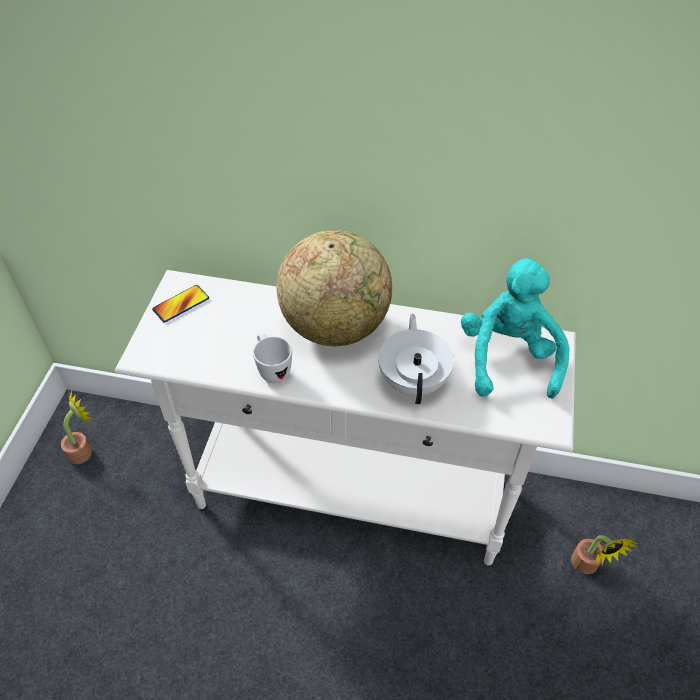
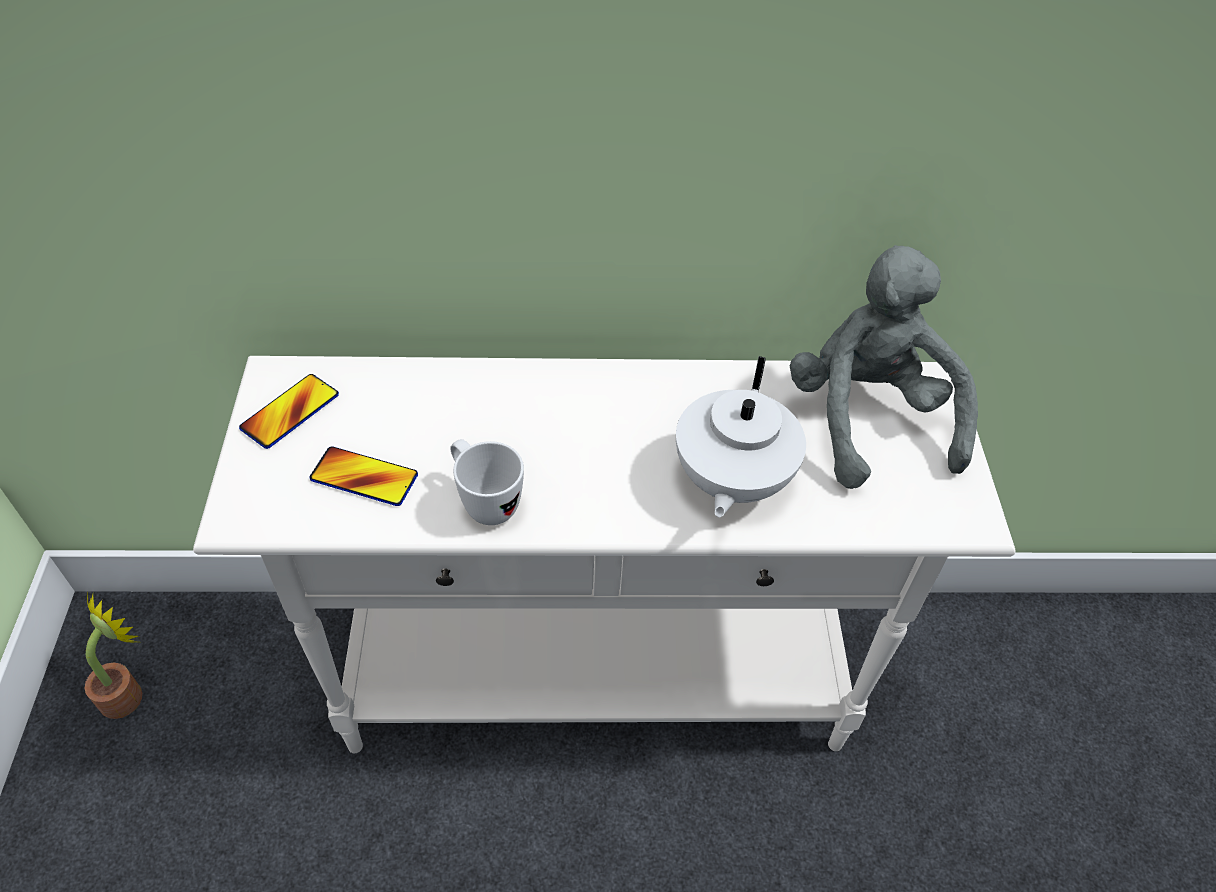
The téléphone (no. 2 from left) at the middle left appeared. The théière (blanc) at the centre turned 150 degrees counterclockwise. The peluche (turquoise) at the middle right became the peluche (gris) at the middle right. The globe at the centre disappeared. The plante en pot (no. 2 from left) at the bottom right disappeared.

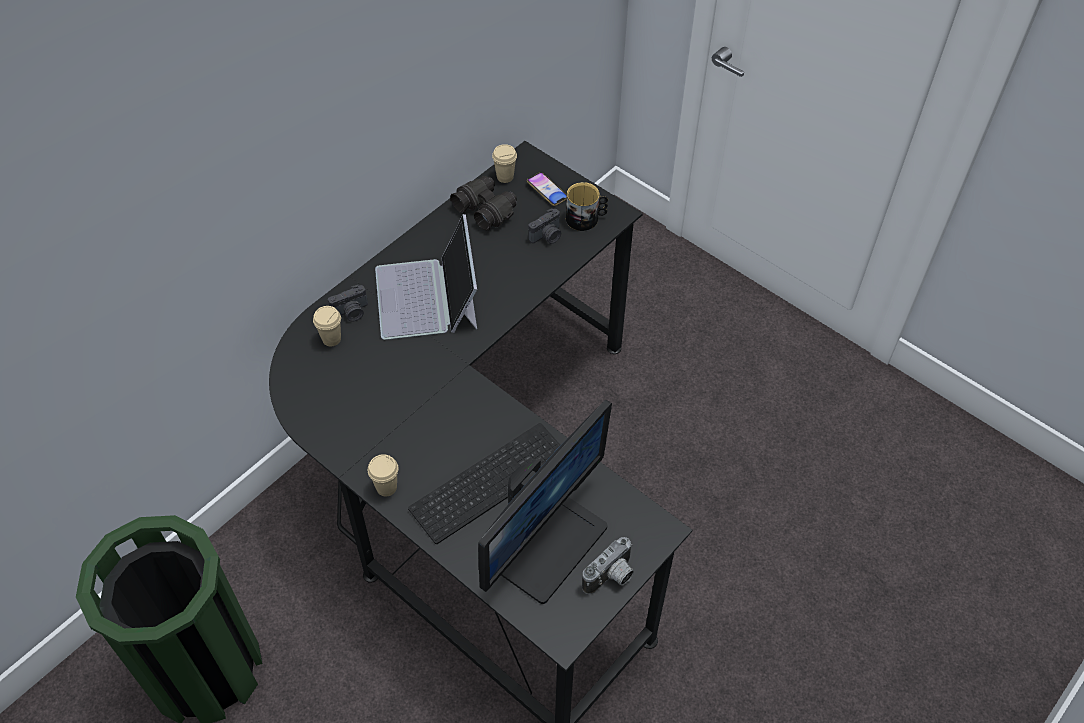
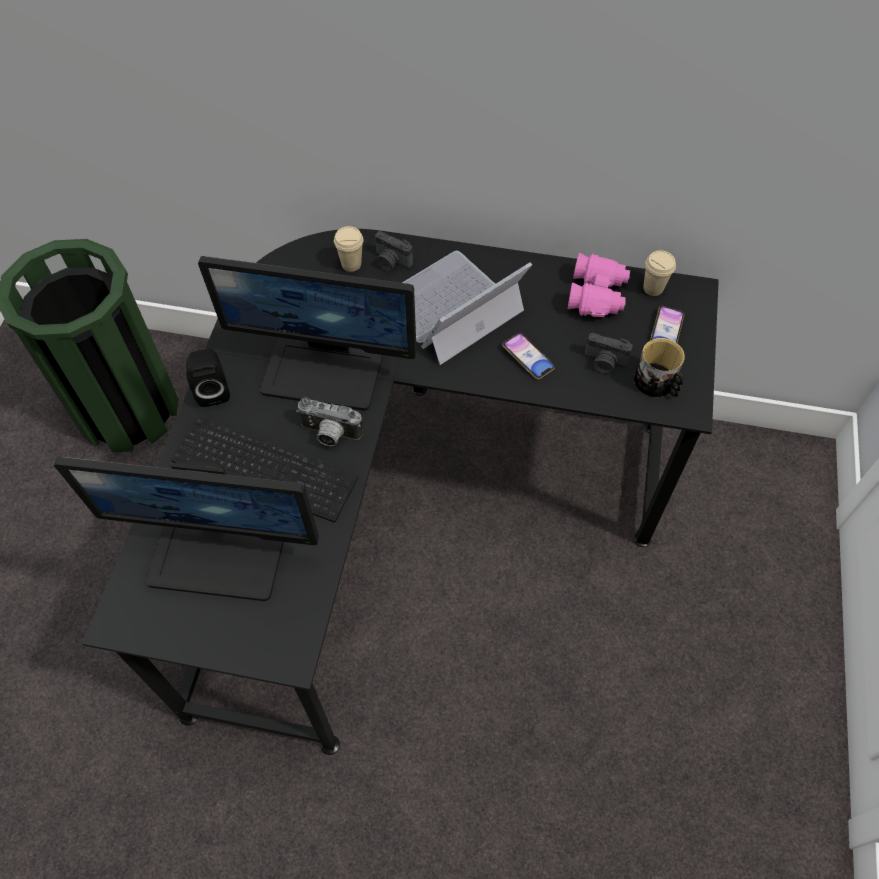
The tasse (beige) (no. 2 from left) at the centre was replaced by the enceinte (noir) at the middle left. The écran d'ordinateur (no. 2 from left) at the centre appeared. The appareil photo (no. 3 from left in the first image) moved from the bottom centre to the centre. The téléphone (no. 1 from left) at the centre appeared. The jumelles (noir) at the top centre became the jumelles (rose) at the top right.

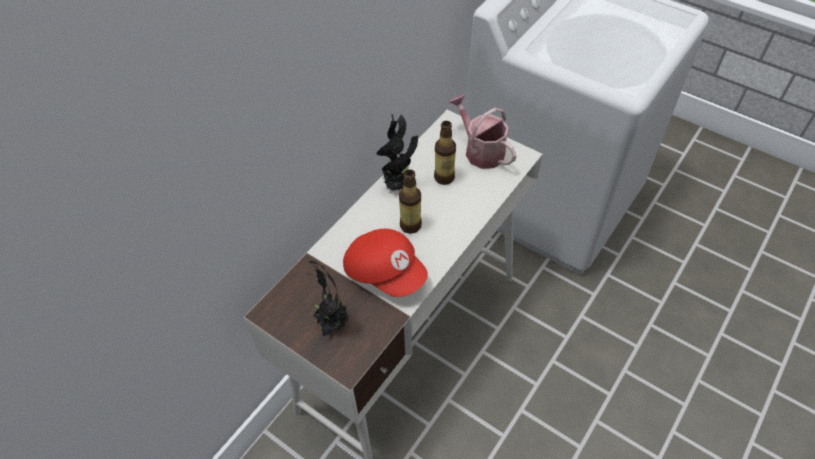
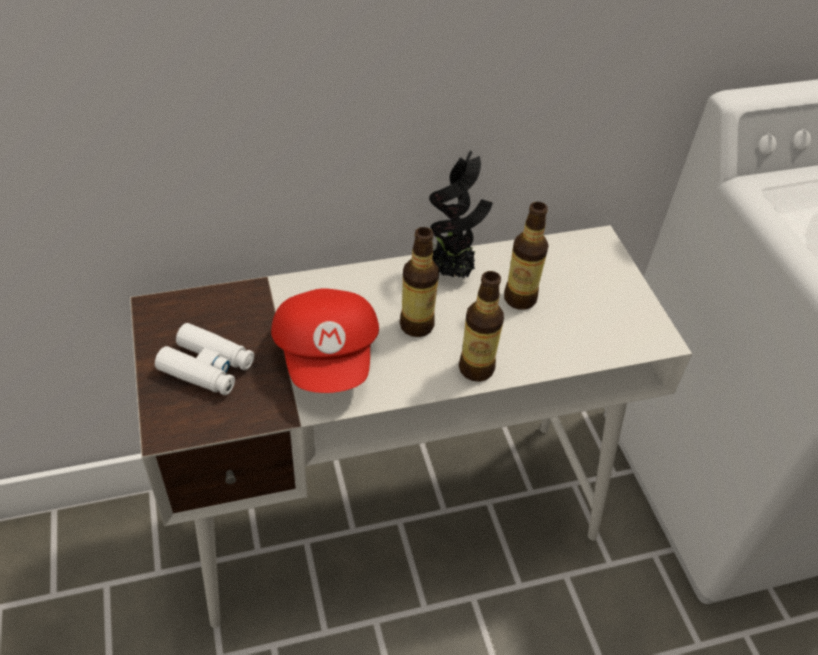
The plante en pot (no. 1 from left) at the centre was replaced by the jumelles (blanc) at the middle left. The bouteille (no. 2 from left) at the centre appeared. The arrosoir at the top centre disappeared.

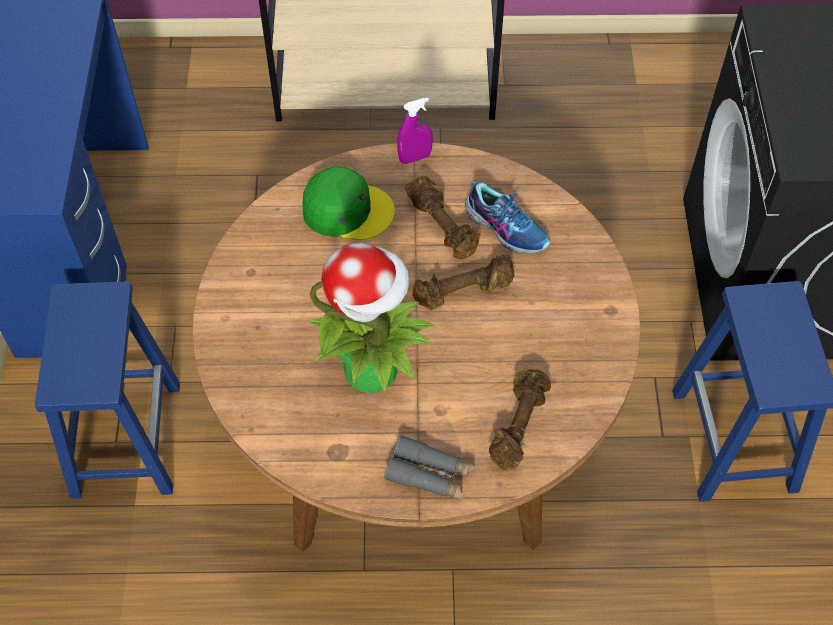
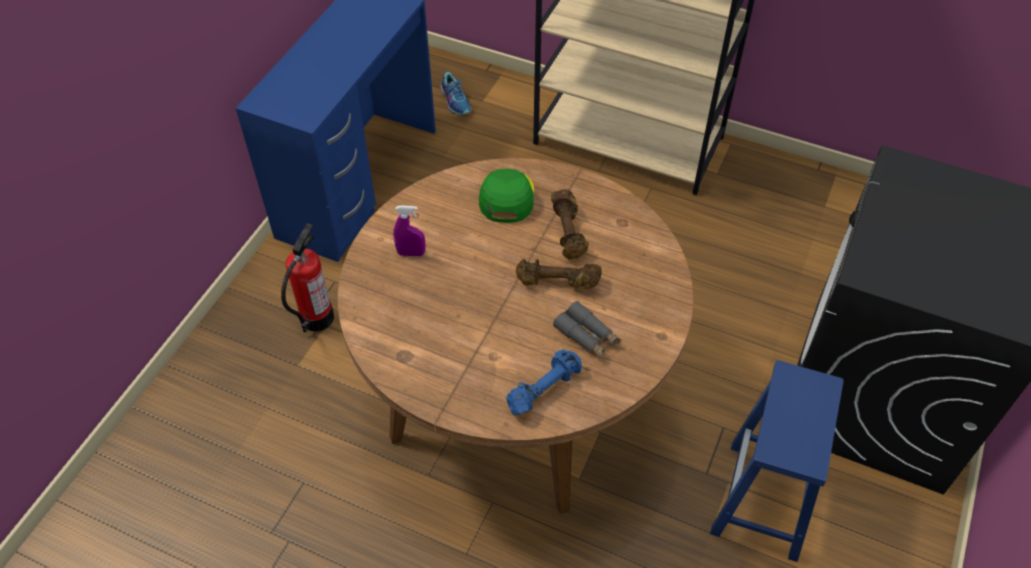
The tabouret (bleu) (no. 1 from left) at the middle left was replaced by the extincteur at the middle left. The vaporisateur (violet) moved from the top centre to the centre. The chaussure moved from the centre to the top centre. The casquette (vert) at the top centre turned 120 degrees counterclockwise. The haltère (marron) (no. 3 from left) at the bottom centre became the haltère (bleu) at the bottom centre. The jumelles (gris) moved from the bottom centre to the centre. The plante en pot at the centre disappeared.

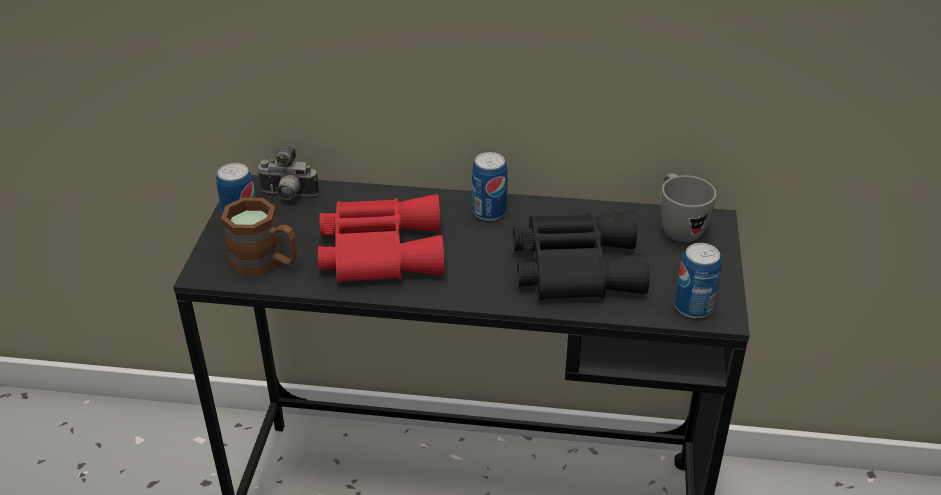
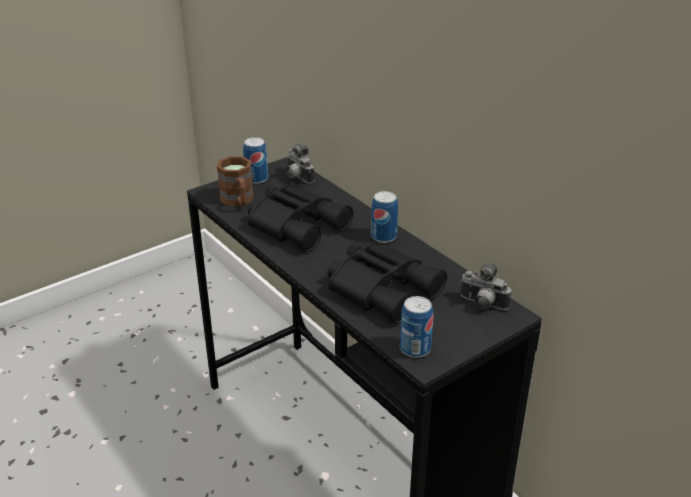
The jumelles (rouge) at the centre became the jumelles (noir) (no. 1 from left) at the centre. The mug (gris) at the middle right was replaced by the appareil photo (no. 2 from left) at the middle right.

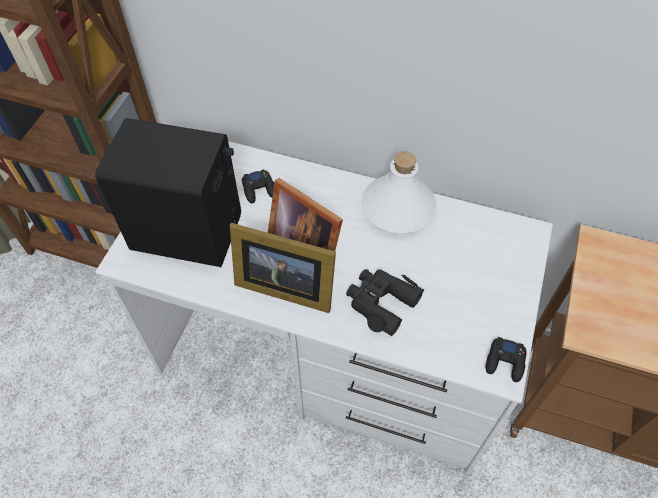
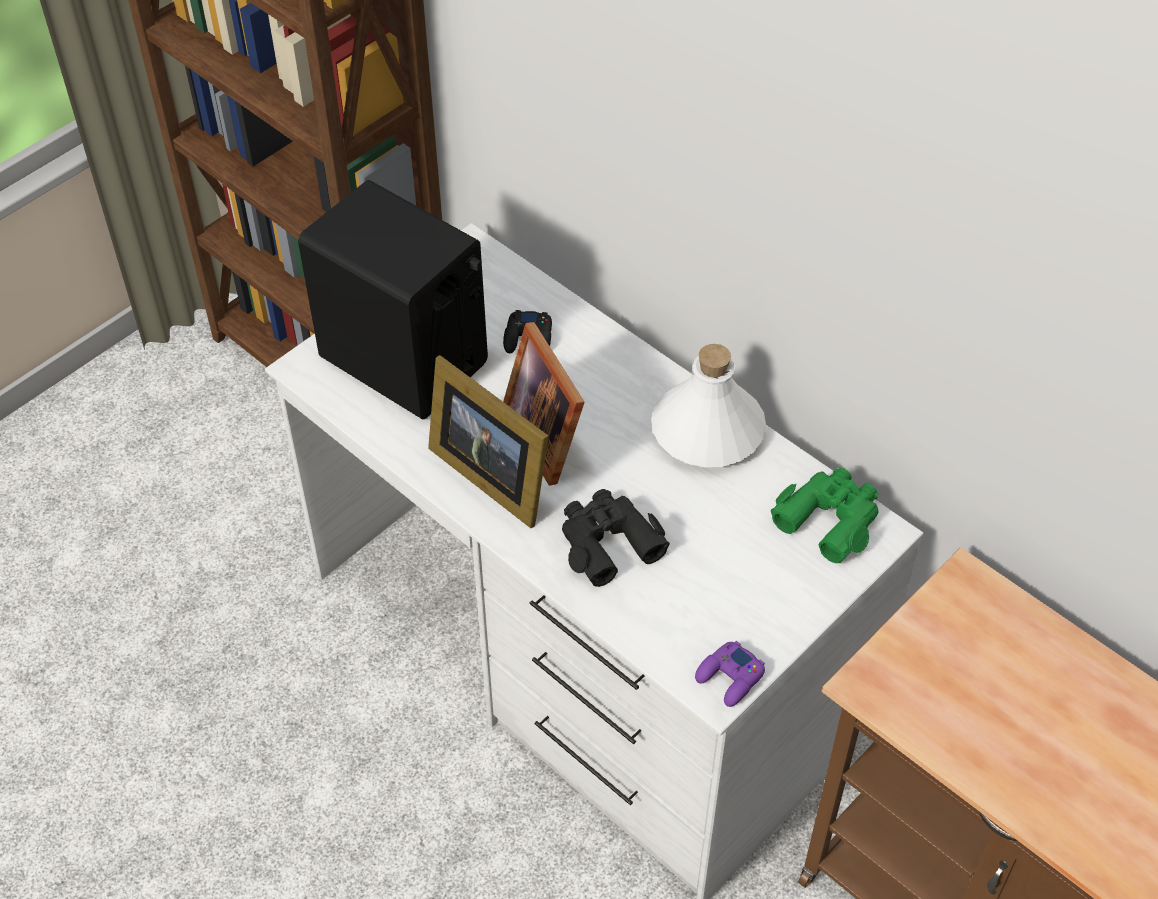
The manette (noir) (no. 2 from left) at the bottom right became the manette (violet) at the bottom centre. The jumelles (vert) at the middle right appeared.

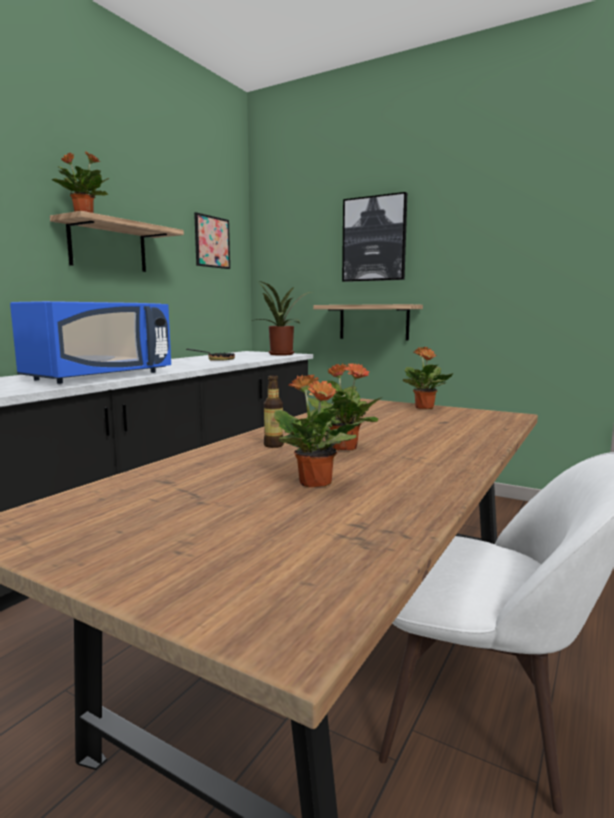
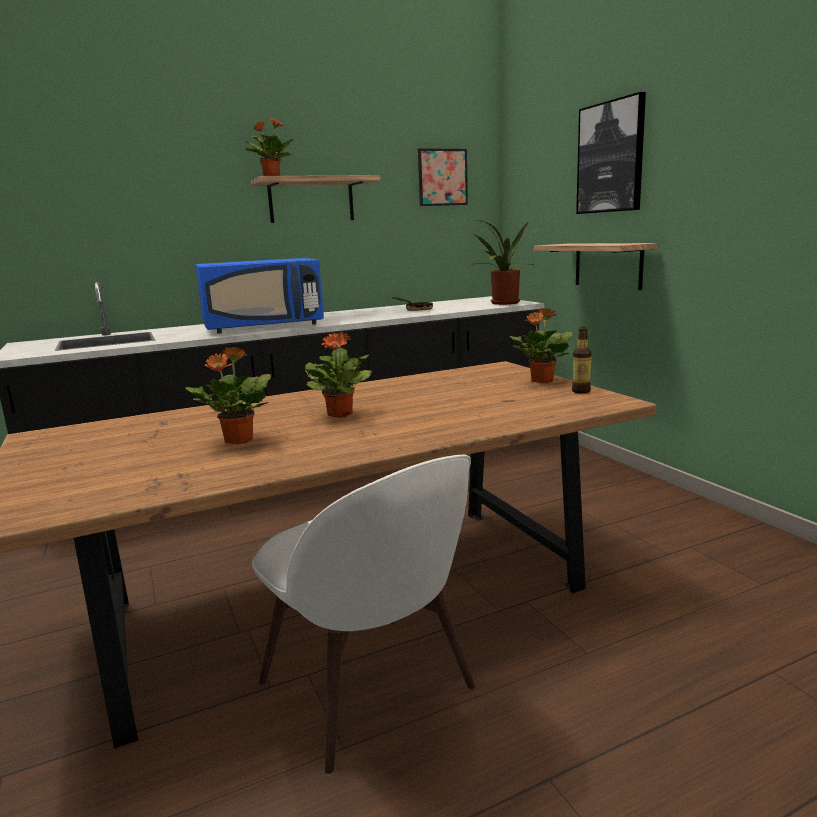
The bouteille moved from the centre to the middle right.

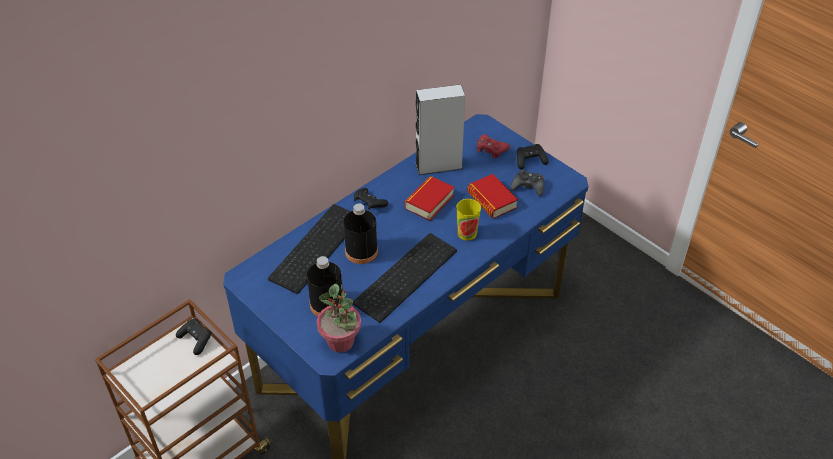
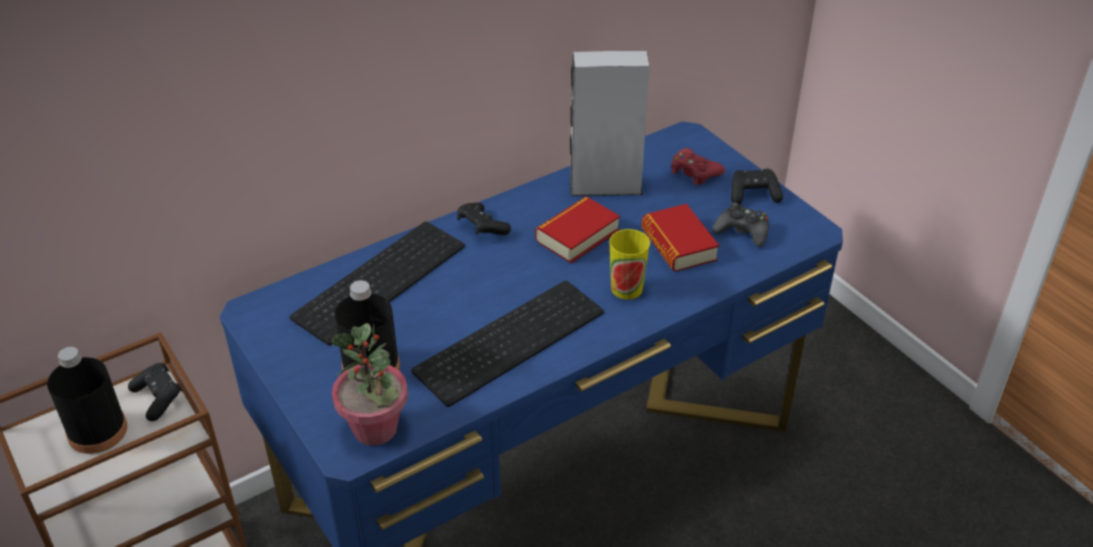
The bouteille (noir) (no. 2 from left in the first image) moved from the centre to the bottom left.

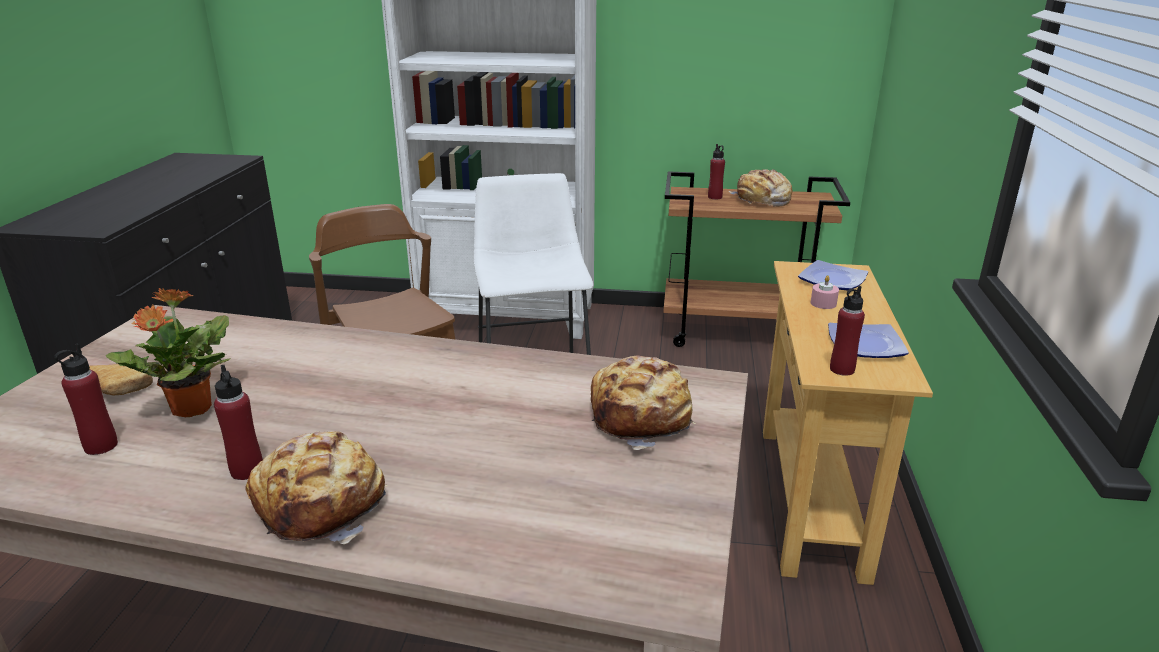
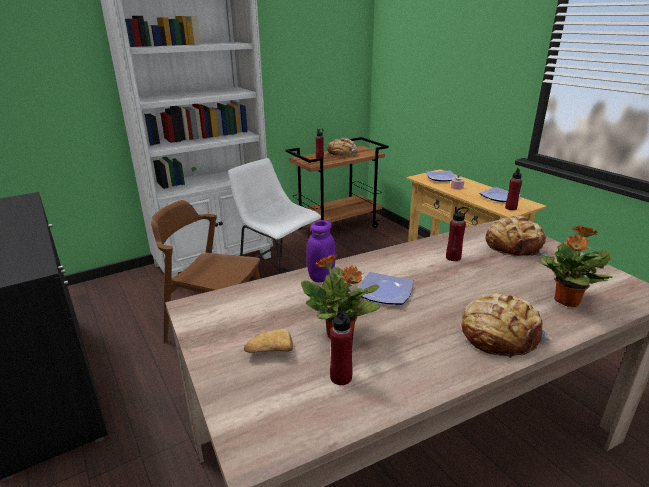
The bocal (violet) at the centre appeared. The assiette (no. 1 from left) at the centre appeared. The bouteille (rouge) (no. 2 from left in the first image) moved from the middle left to the middle right. The plante en pot (no. 2 from left) at the middle right appeared.

